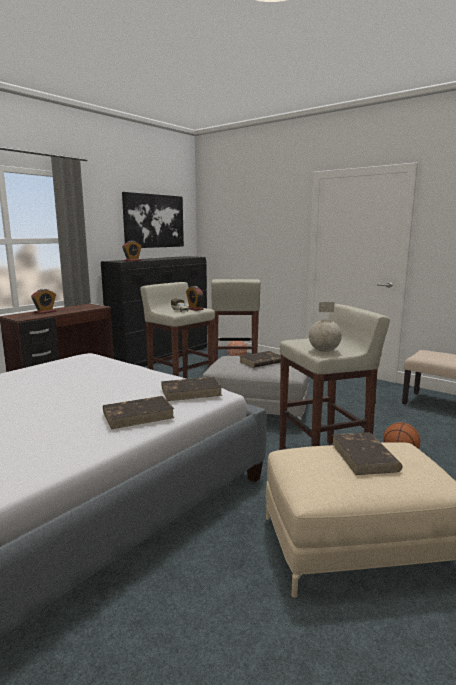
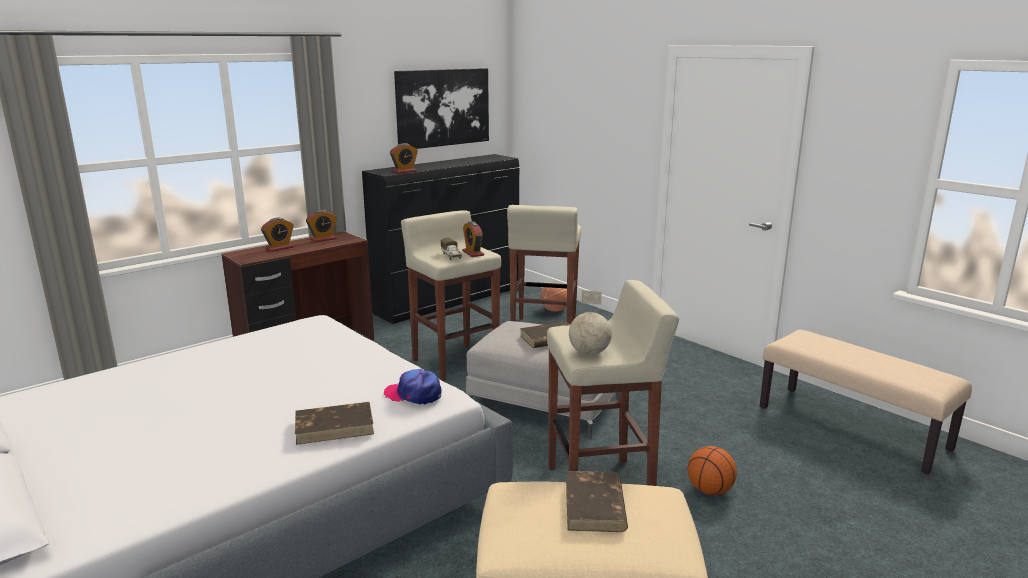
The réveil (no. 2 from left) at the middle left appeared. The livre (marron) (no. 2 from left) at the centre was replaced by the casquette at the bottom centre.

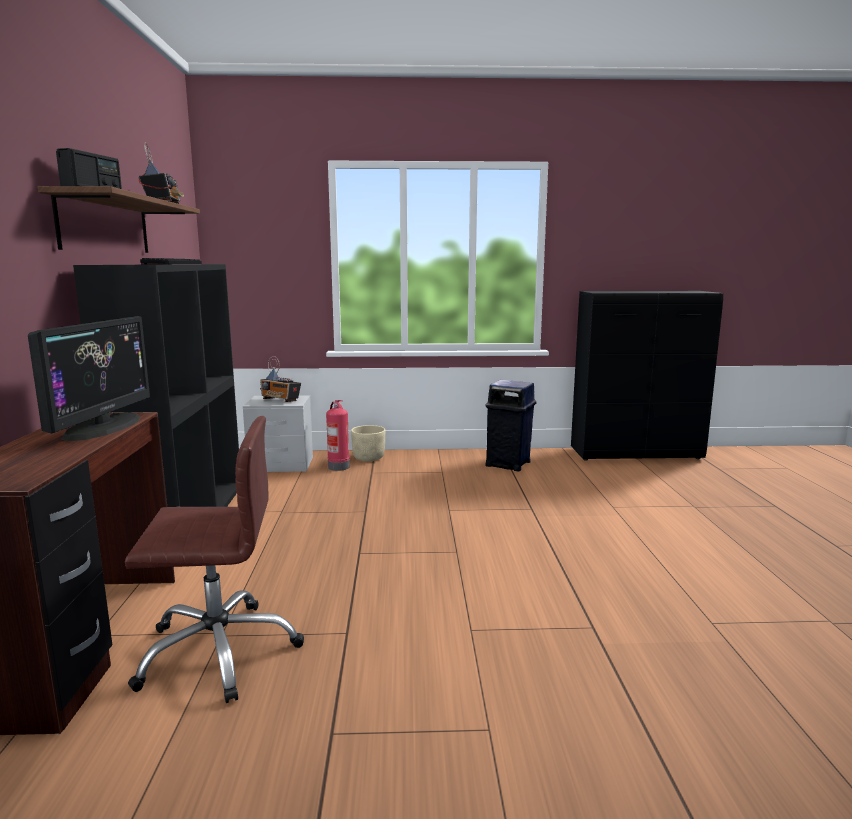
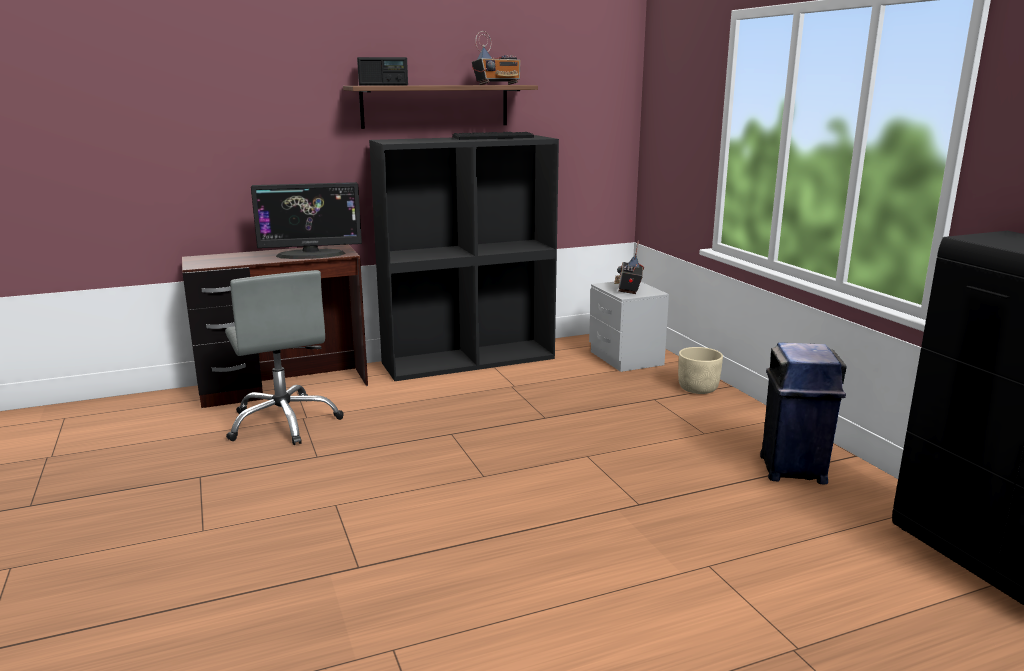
The chaise de bureau (marron) at the bottom left became the chaise de bureau (gris) at the middle left. The extincteur at the centre disappeared.

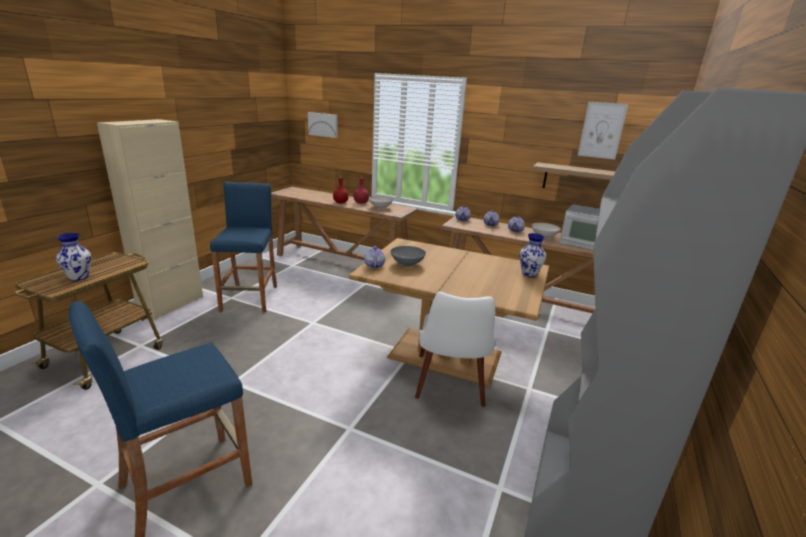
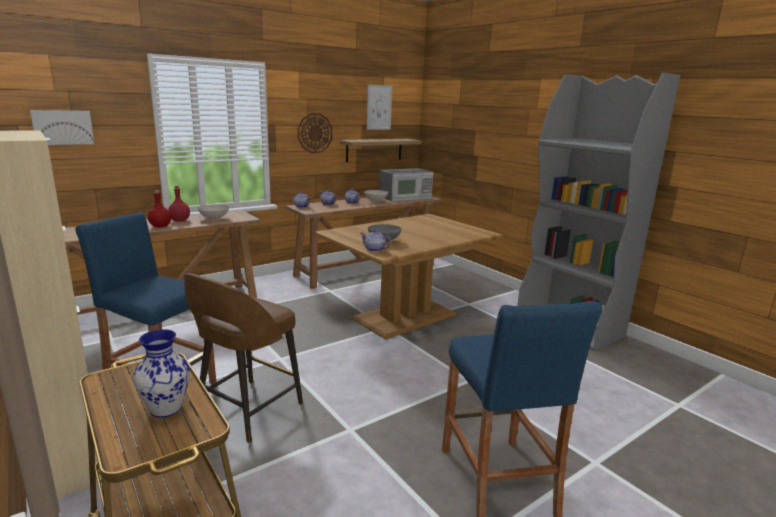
The tabouret (marron) at the bottom left appeared. The horloge murale at the top centre appeared. The chaise (blanc) at the centre disappeared. The vase (no. 2 from left) at the centre disappeared.

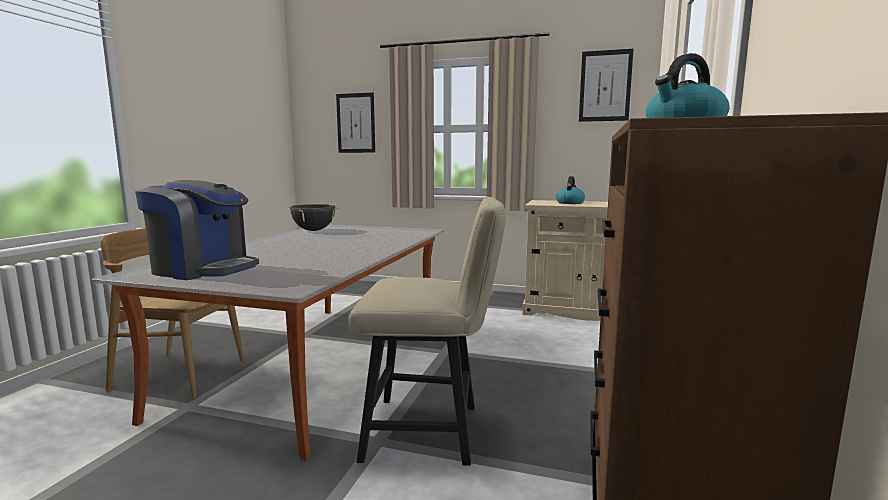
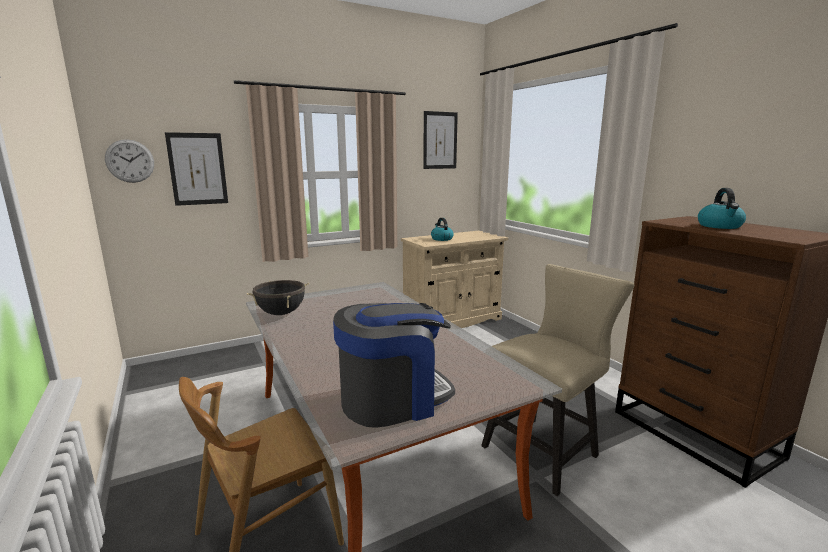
The horloge murale at the top left appeared.

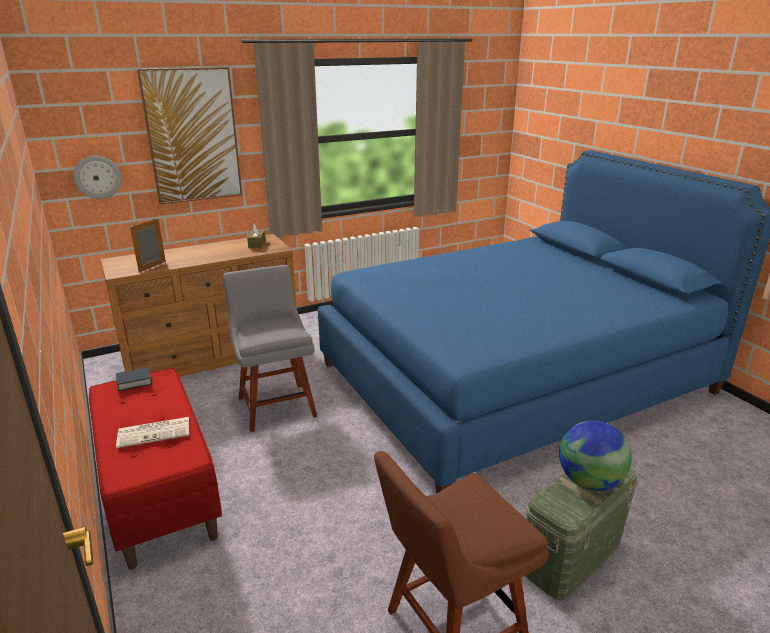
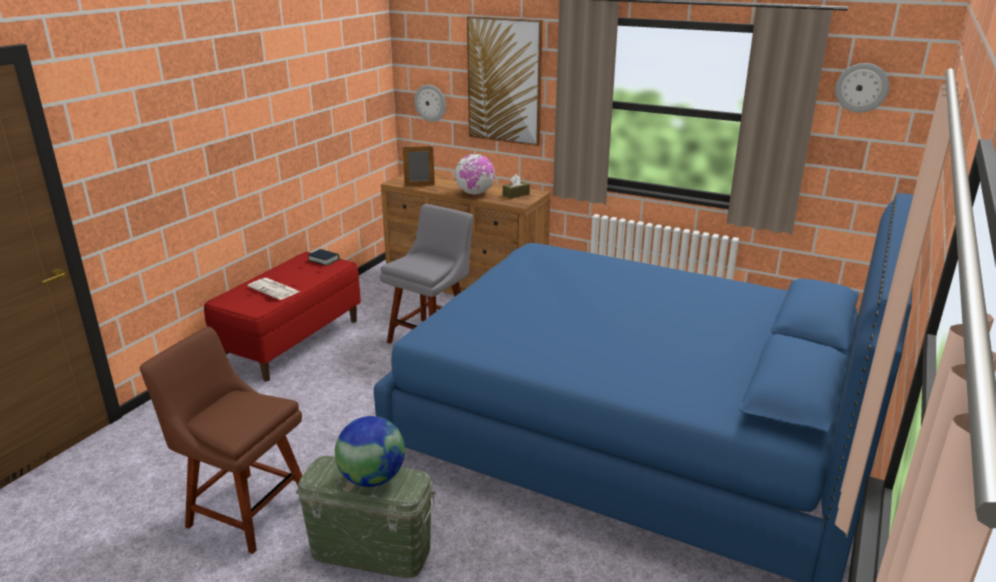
The globe (no. 2 from left) at the top centre appeared. The horloge murale (no. 2 from left) at the top right appeared.

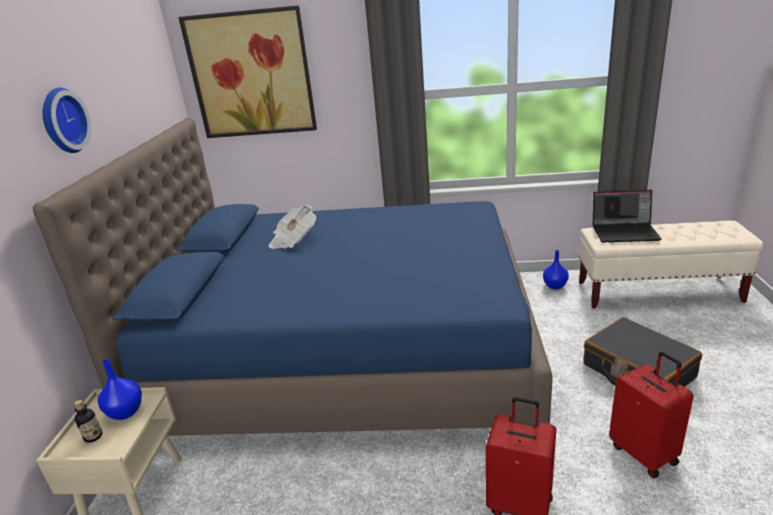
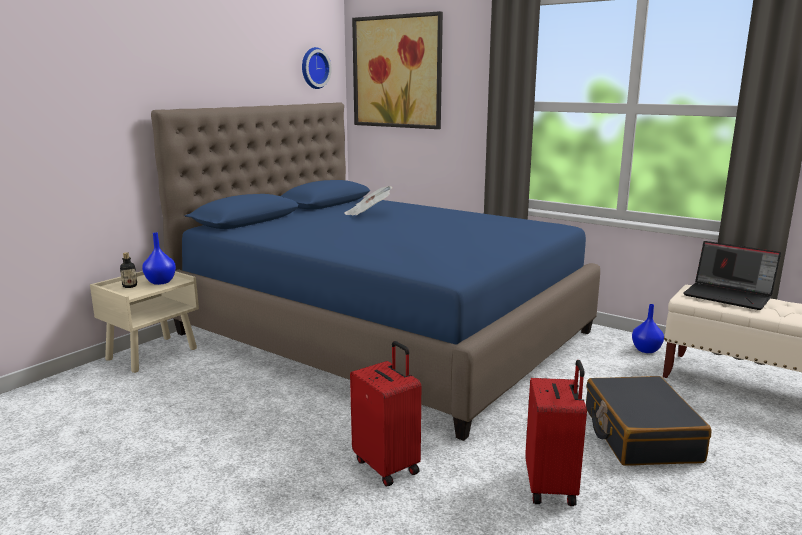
The horloge murale moved from the top left to the top centre.

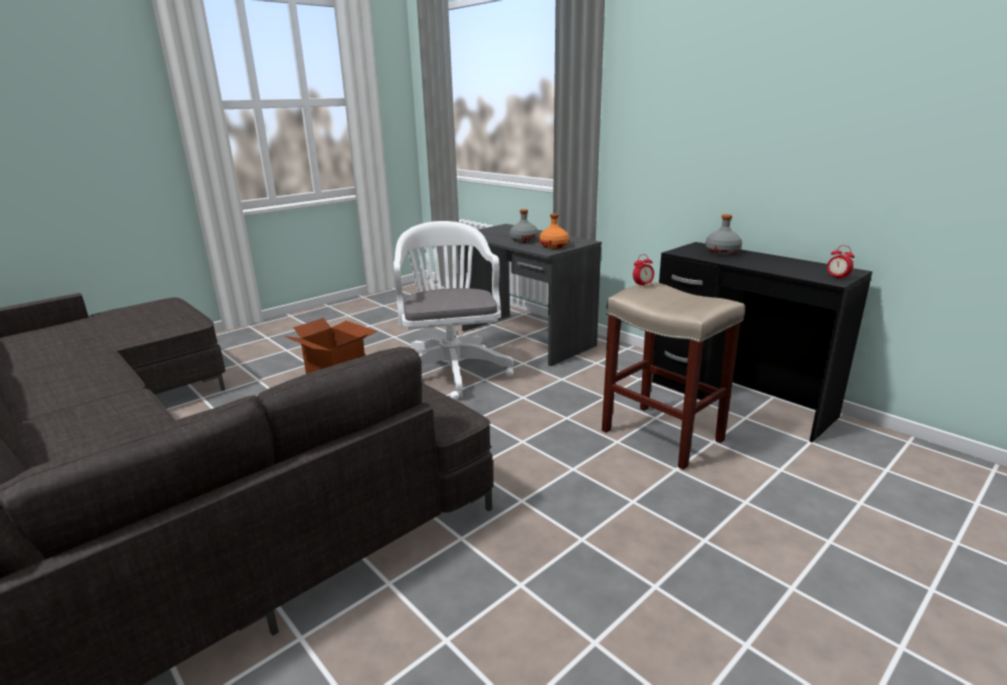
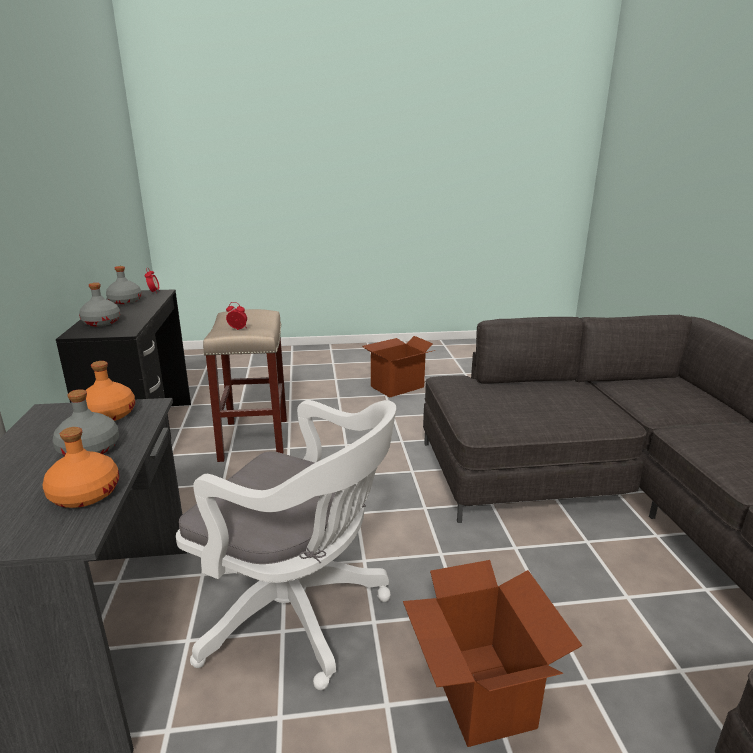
The bouteille (orange) (no. 1 from left) at the middle left appeared. The bouteille (gris) (no. 3 from left) at the middle left appeared. The chaise de bureau (blanc) at the centre turned 90 degrees counterclockwise. The carton (no. 1 from left) at the centre appeared.

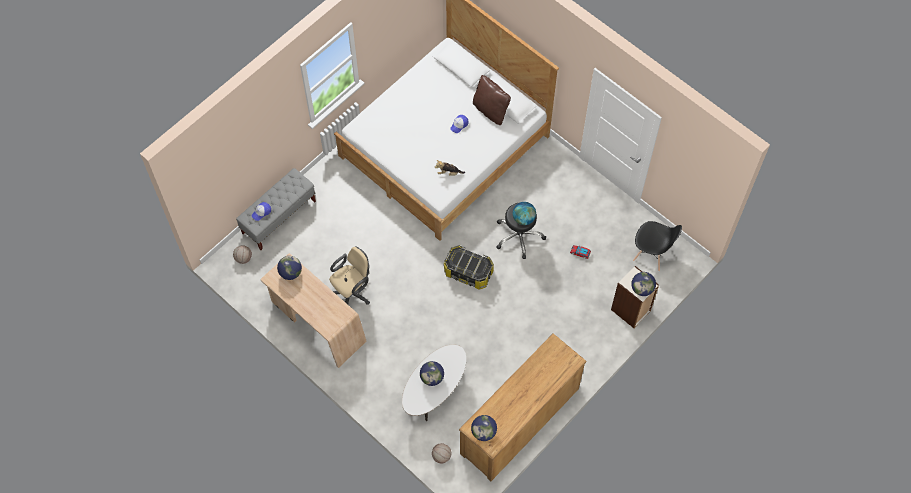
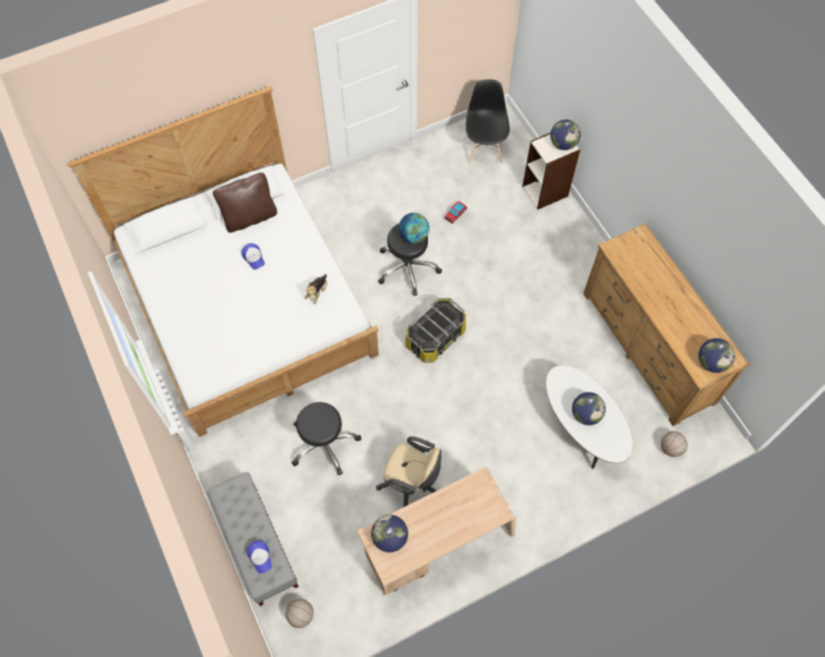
The tabouret (noir) (no. 1 from left) at the bottom centre appeared. The chaise de bureau (beige) at the centre turned 135 degrees clockwise. The chaise (noir) at the middle right turned 45 degrees counterclockwise.

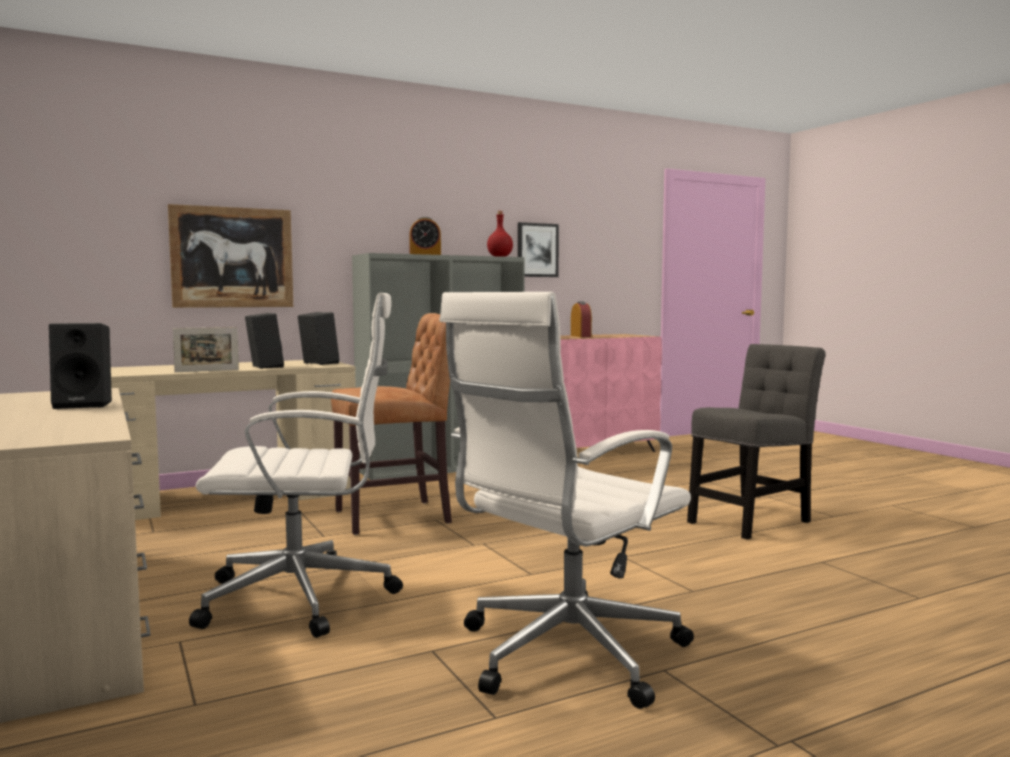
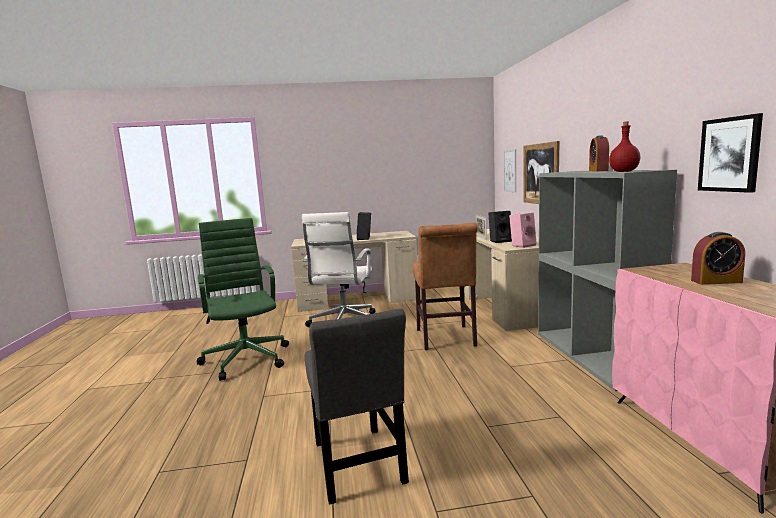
The chaise de bureau (blanc) (no. 2 from left) at the centre became the chaise de bureau (vert) at the middle left. The tableau (no. 1 from left) at the top centre appeared. The enceinte (noir) (no. 3 from left) at the middle left became the enceinte (rose) at the middle right.

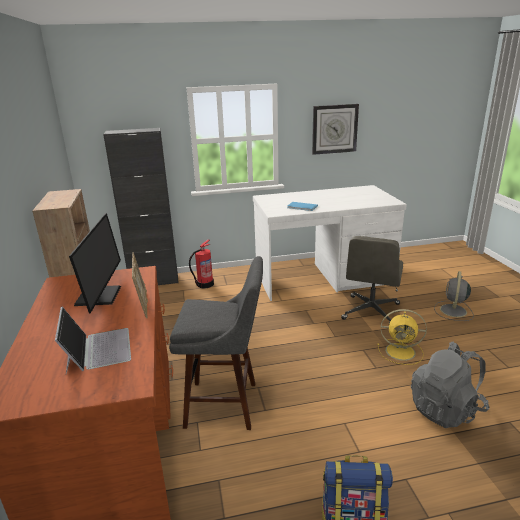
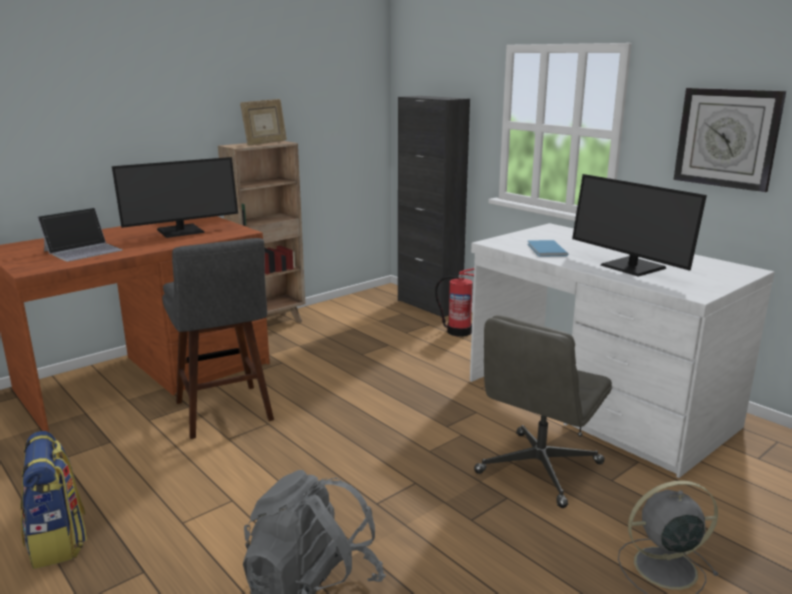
The cadre photo moved from the middle left to the top left. The chaise de bureau (gris) at the middle right turned 45 degrees counterclockwise. The écran d'ordinateur (no. 2 from left) at the middle right appeared. The ventilateur (jaune) at the middle right disappeared.

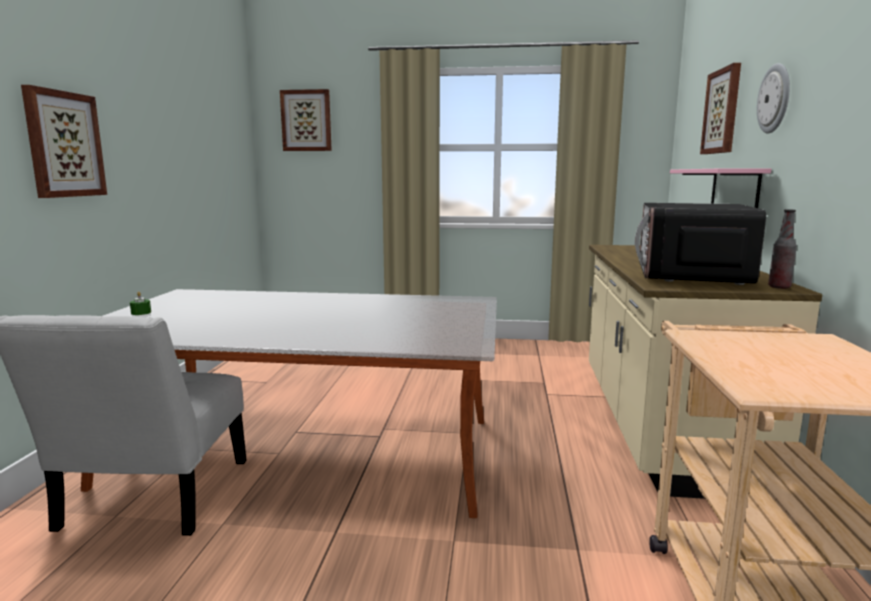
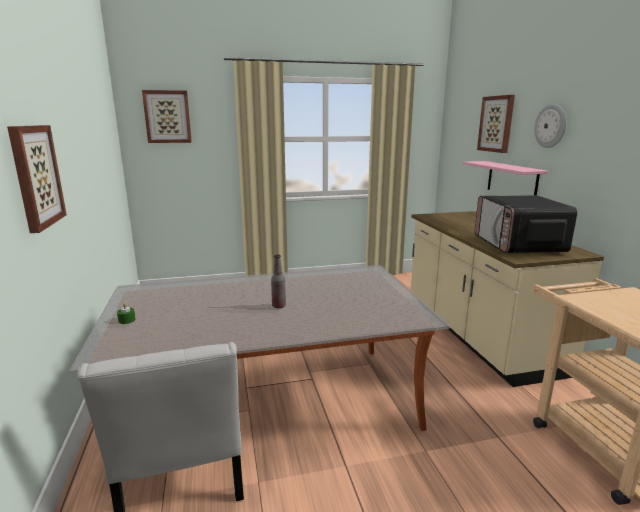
The bouteille moved from the middle right to the centre.

